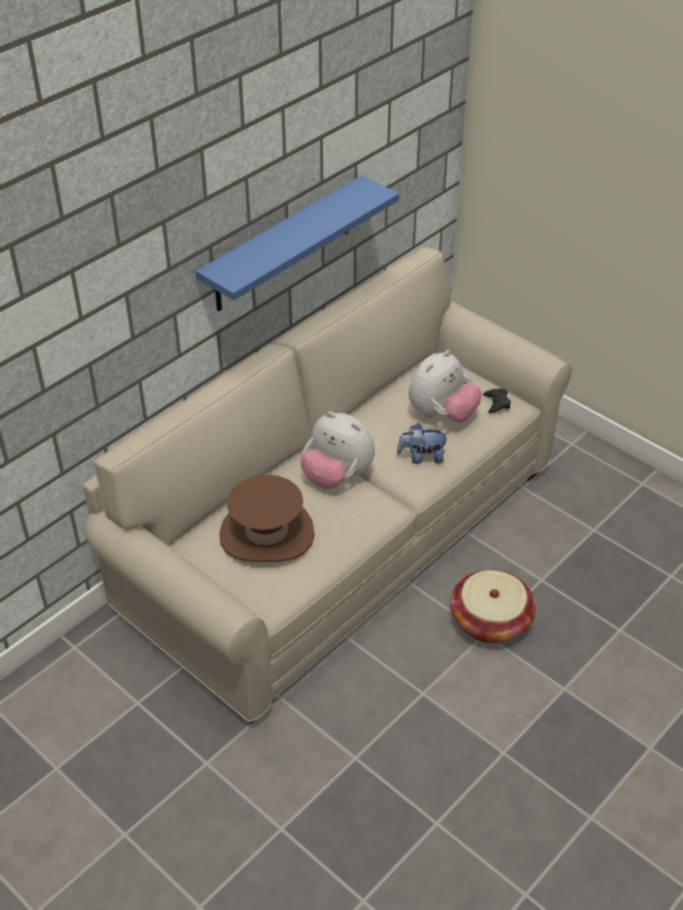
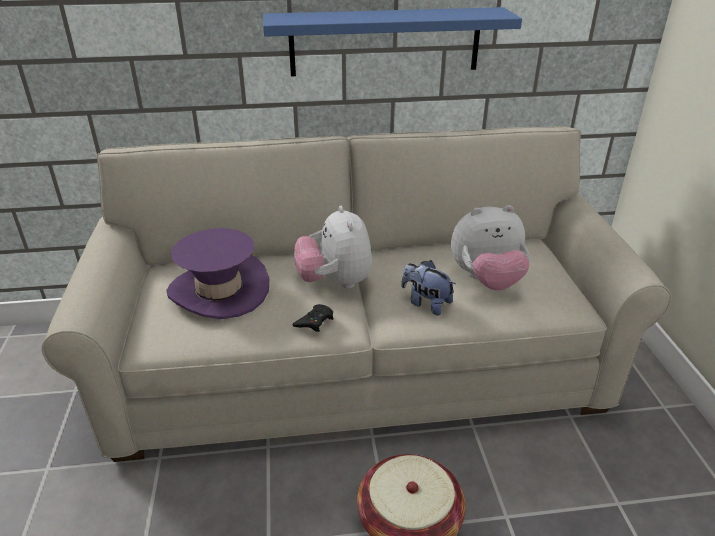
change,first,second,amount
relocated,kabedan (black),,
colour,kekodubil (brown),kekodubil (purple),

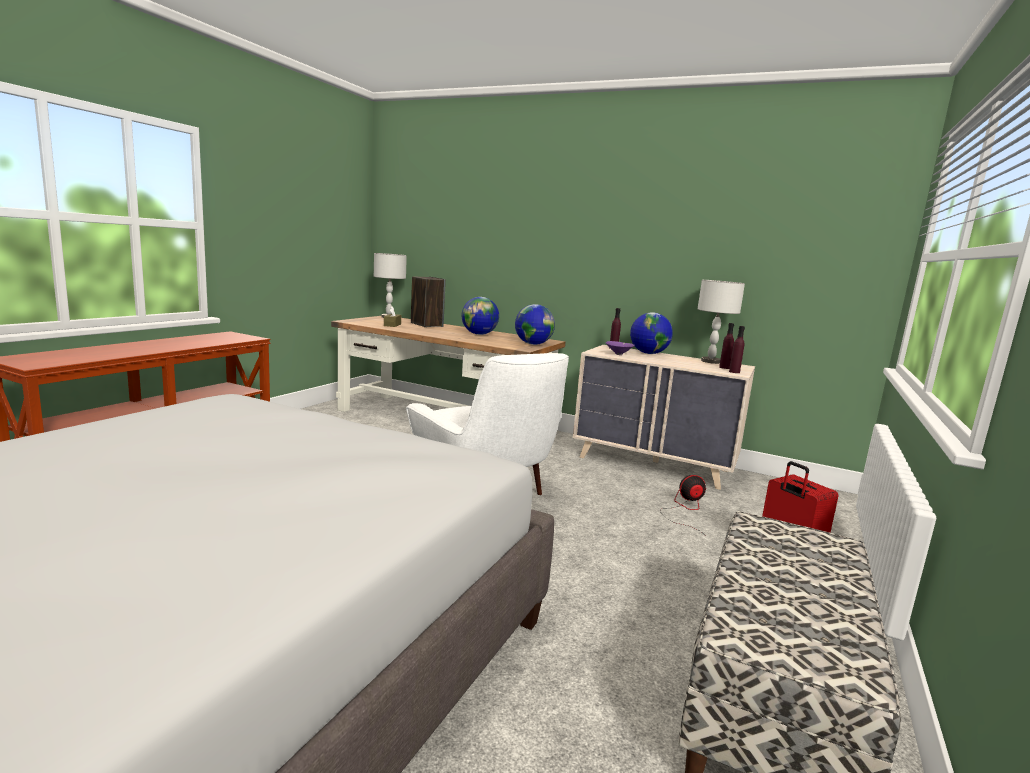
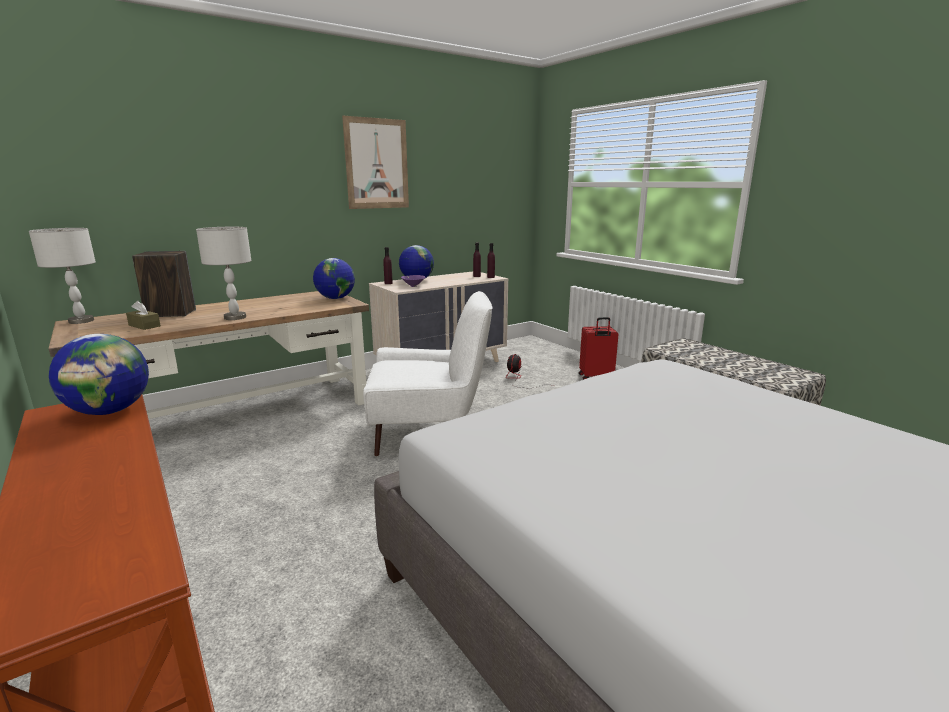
change,first,second,amount
appeared,,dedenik,
relocated,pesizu (no. 1 from left),,
relocated,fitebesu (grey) (no. 2 from left),,

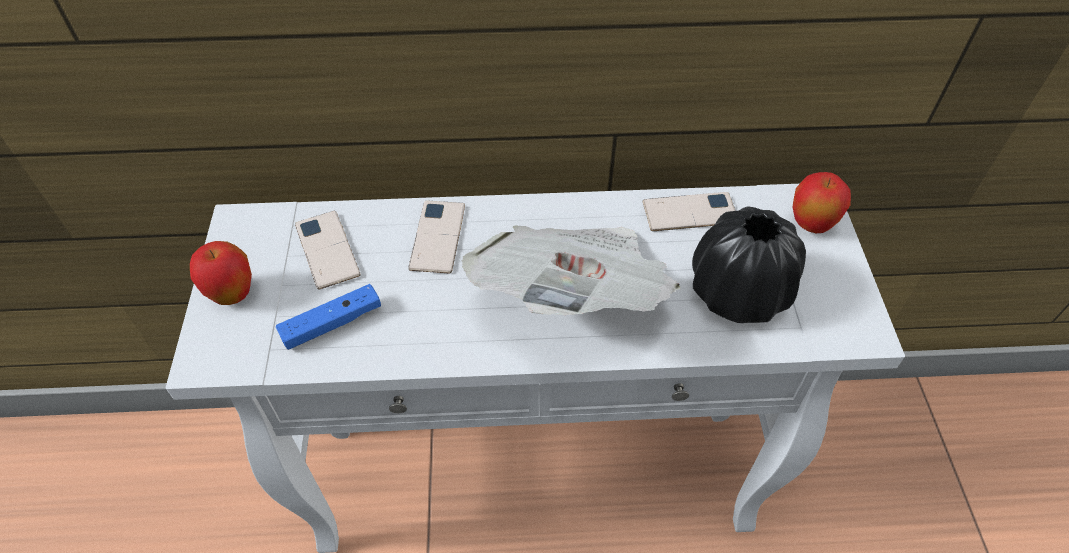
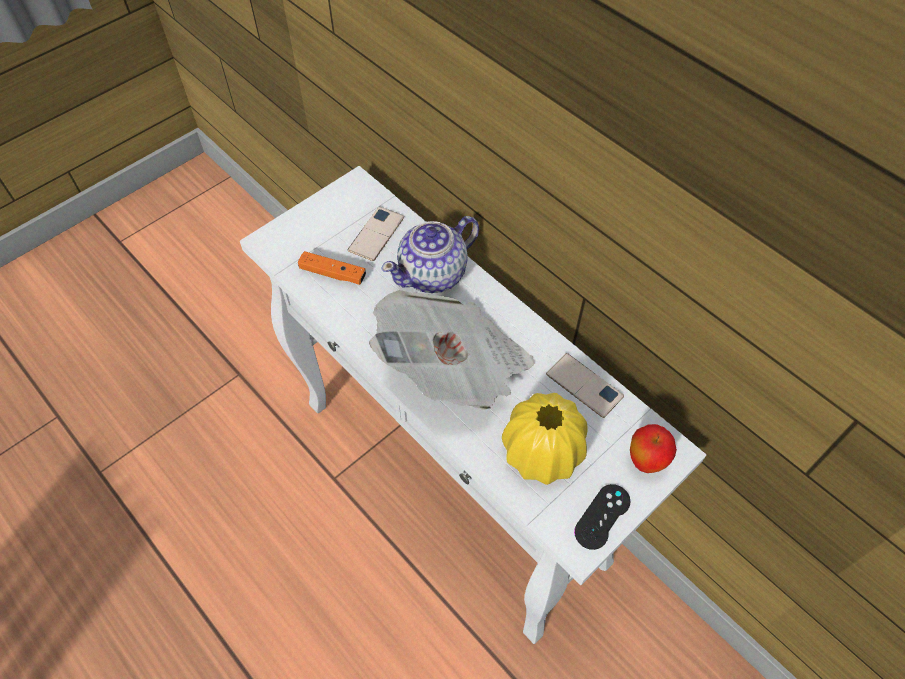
change,first,second,amount
missing,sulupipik (no. 1 from left),,
appeared,,kabedan (black),
exchanged,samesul (no. 2 from left),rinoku,
colour,kabedan (blue),kabedan (orange),
colour,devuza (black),devuza (yellow),

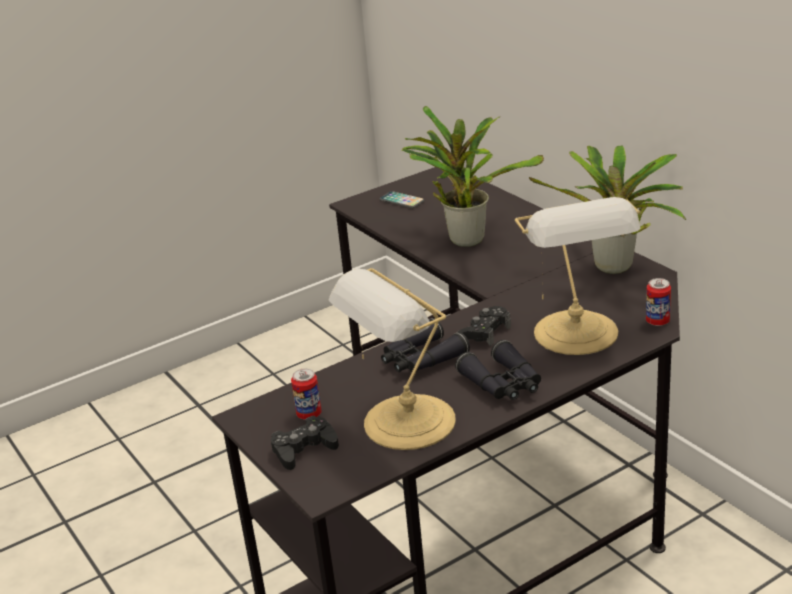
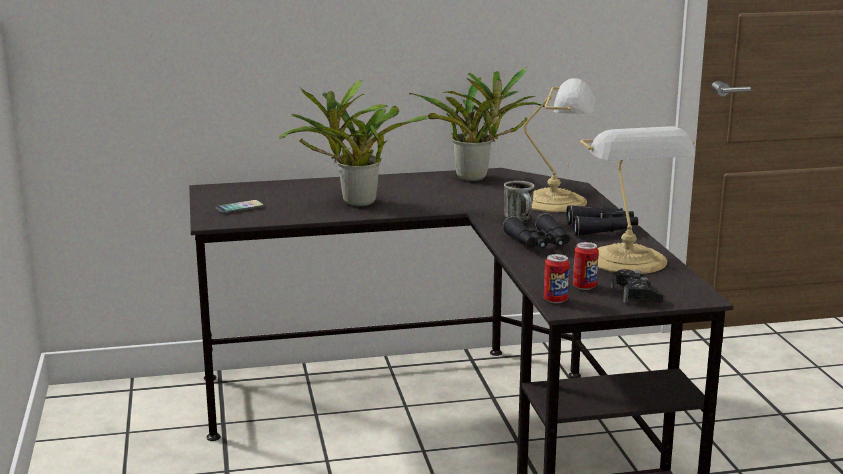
change,first,second,amount
relocated,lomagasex (no. 2 from left in the first image),lomagasex (no. 1 from left),
exchanged,kabedan (black) (no. 2 from left),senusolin,

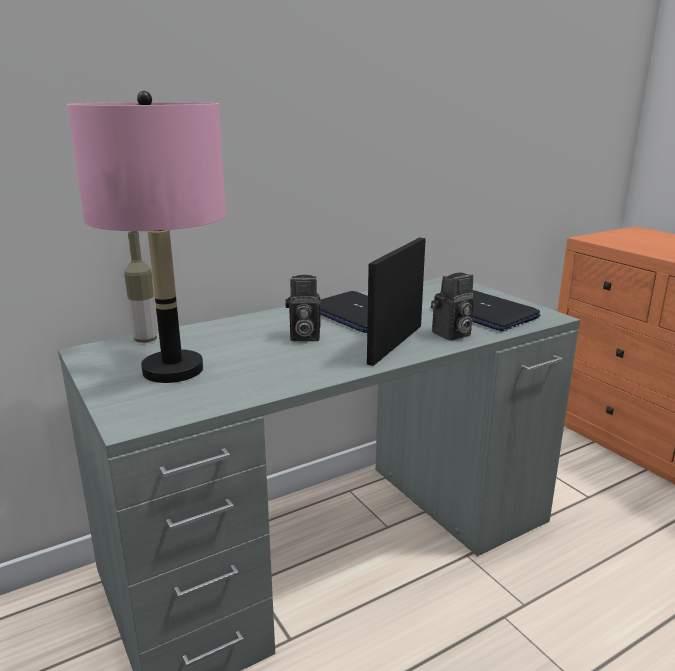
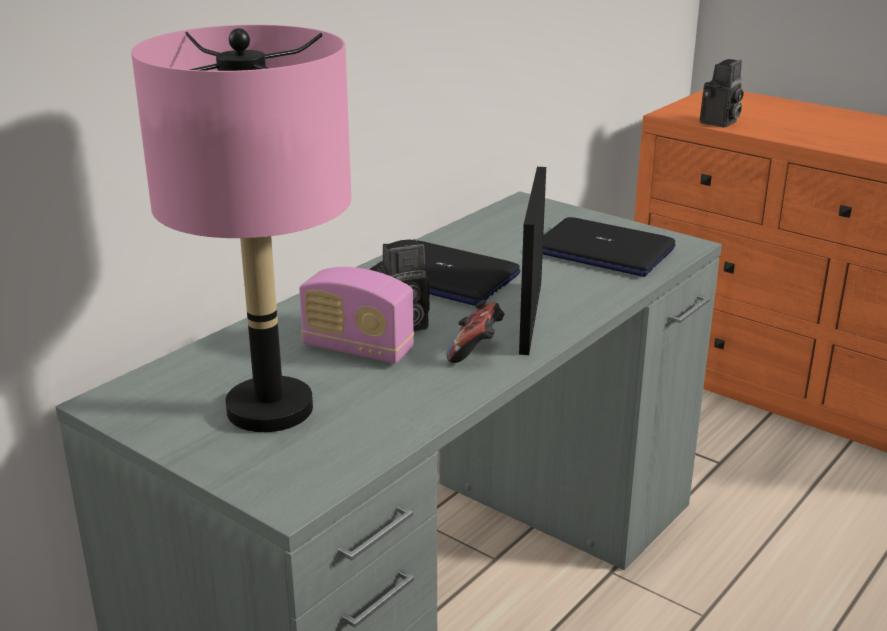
change,first,second,amount
missing,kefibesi,,
appeared,,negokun,
appeared,,kabedan,
relocated,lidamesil (no. 2 from left),,

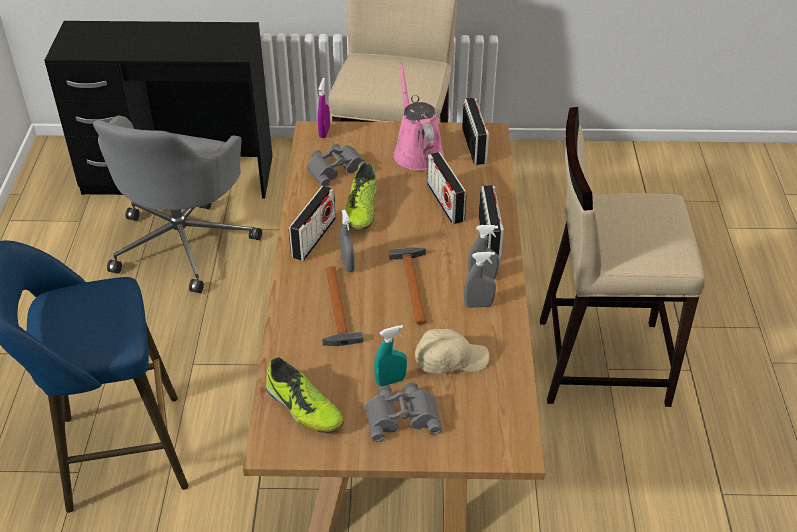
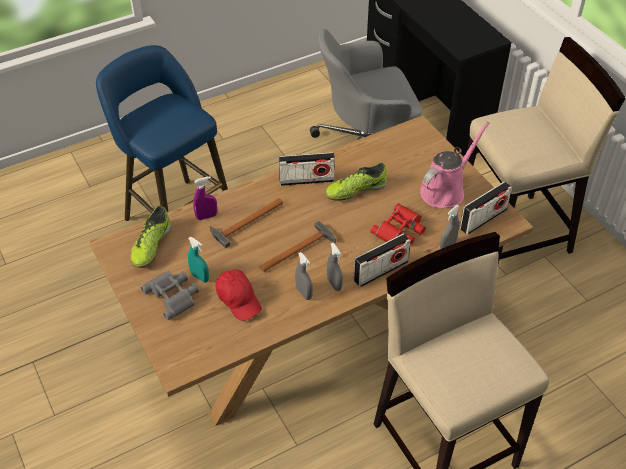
change,first,second,amount
missing,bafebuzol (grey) (no. 1 from left),,
relocated,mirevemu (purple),,
relocated,mirevemu (grey) (no. 1 from left in the first image),mirevemu (grey) (no. 3 from left),
exchanged,negokun (no. 2 from left),bafebuzol (red),
colour,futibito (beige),futibito (red),

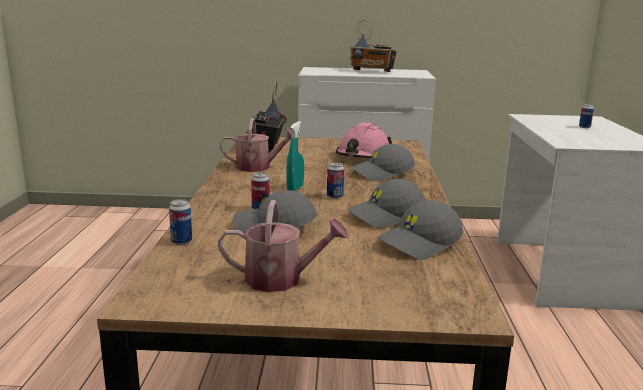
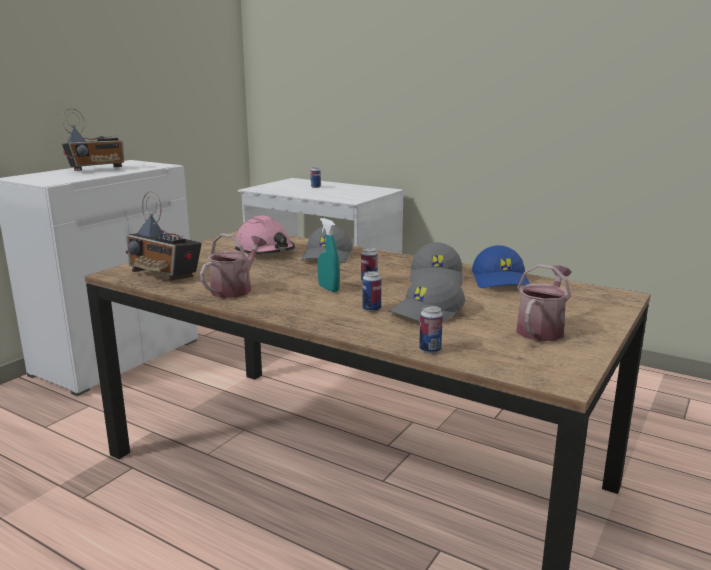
change,first,second,amount
colour,futibito (grey) (no. 4 from left),futibito (blue),

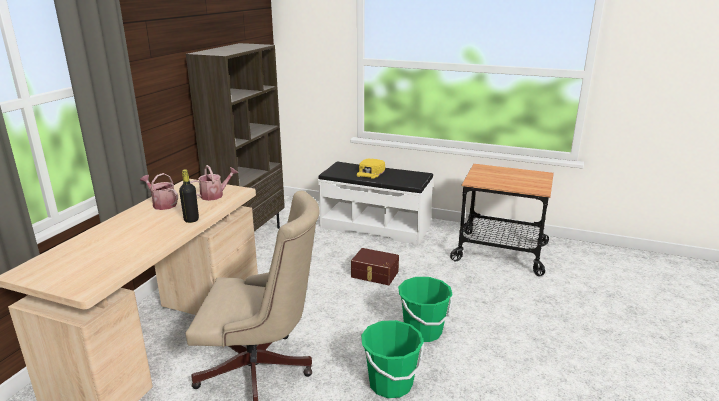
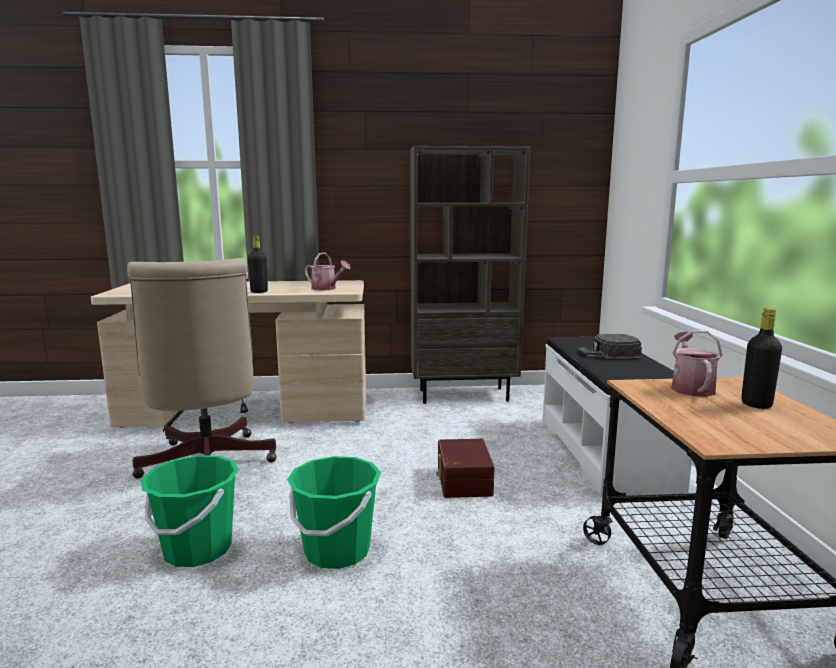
change,first,second,amount
appeared,,kefibesi (black) (no. 2 from left),
relocated,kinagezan (no. 1 from left in the first image),kinagezan (no. 2 from left),
colour,futibito (yellow),futibito (black),

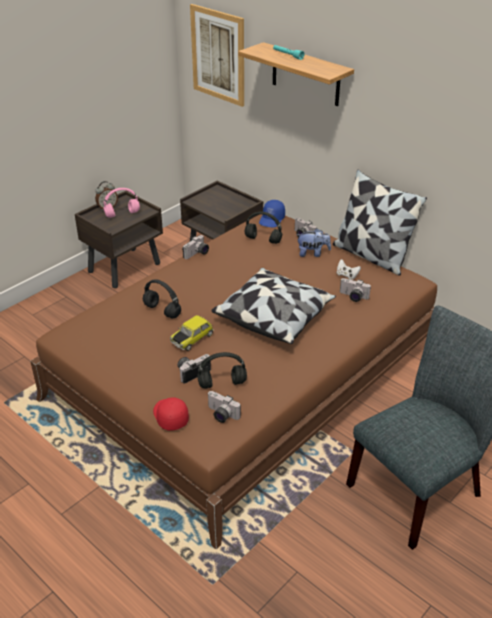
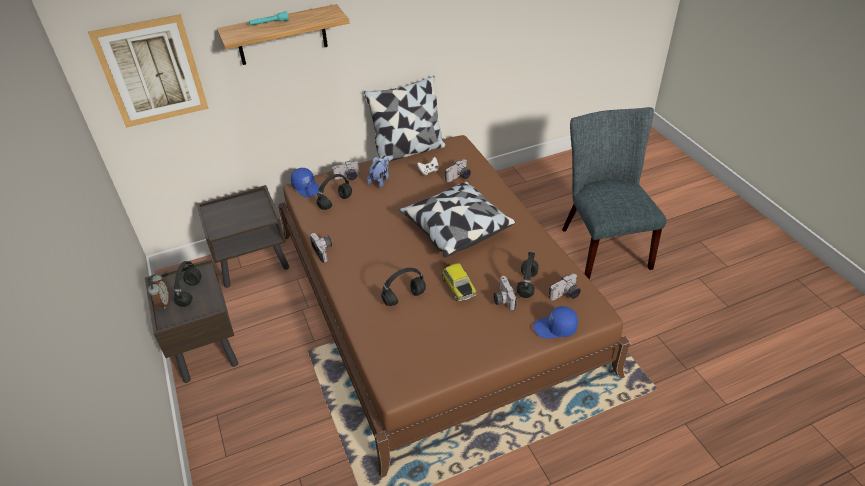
change,first,second,amount
colour,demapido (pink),demapido (black) (no. 1 from left),
colour,futibito (red),futibito (blue) (no. 2 from left),

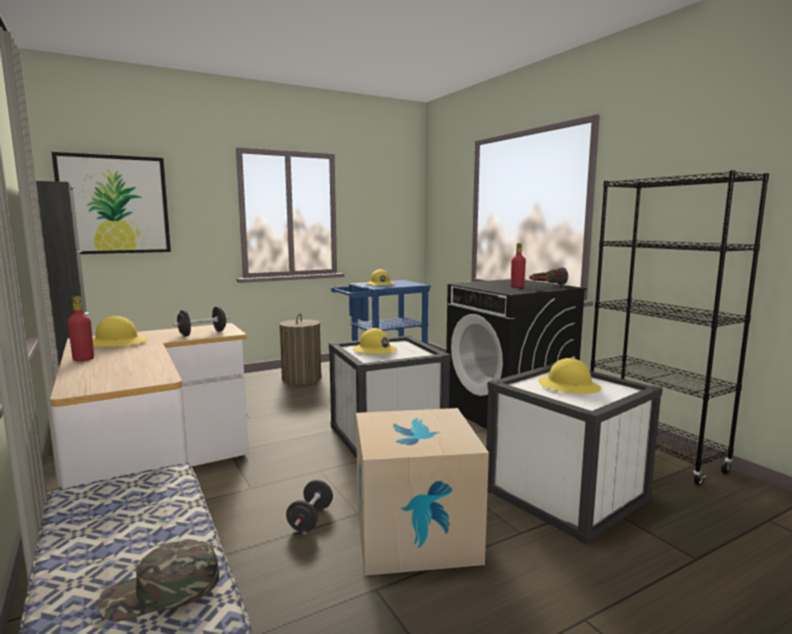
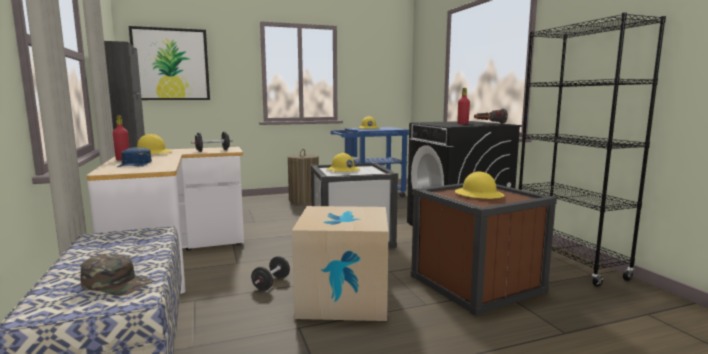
change,first,second,amount
appeared,,futibito (blue),
colour,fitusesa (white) (no. 2 from left),fitusesa (brown),
spun,futibito (green),,150 degrees counterclockwise

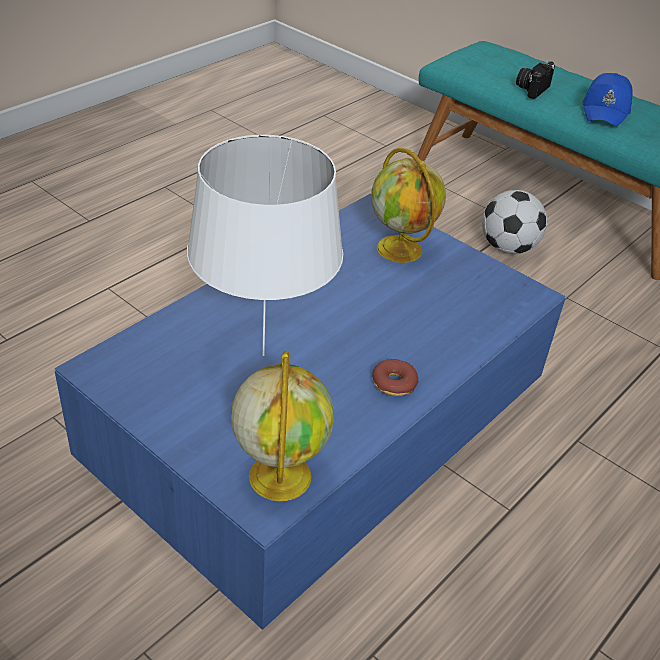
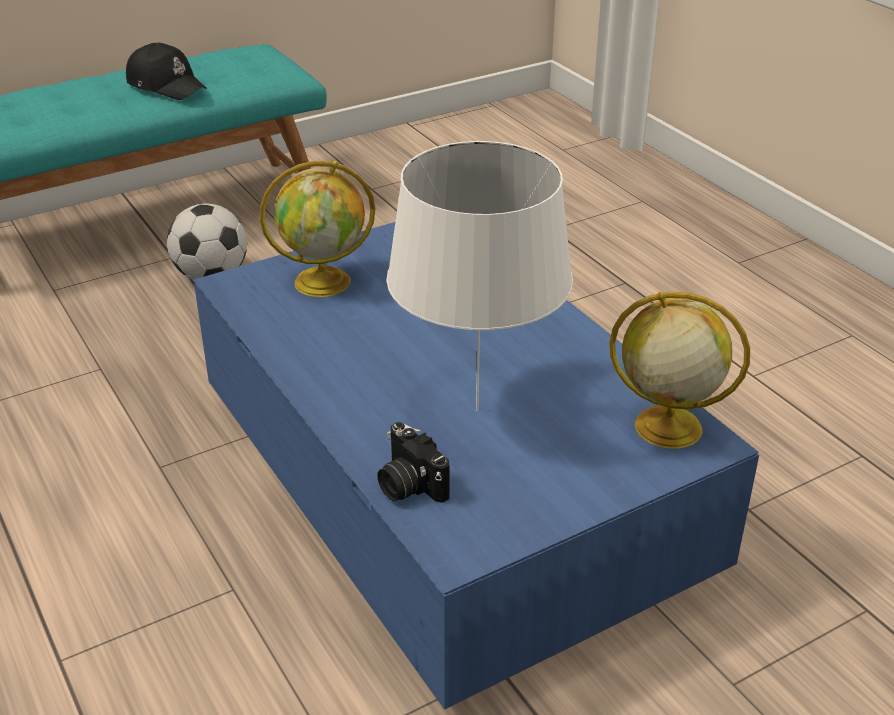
change,first,second,amount
missing,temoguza,,
relocated,lidamesil,,
colour,futibito (blue),futibito (black),

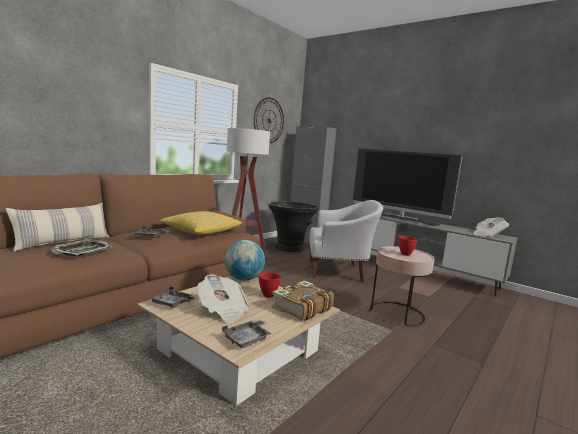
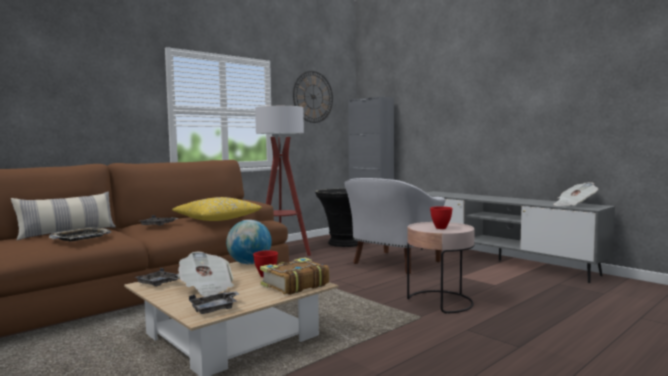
change,first,second,amount
missing,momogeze,,
spun,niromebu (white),,120 degrees clockwise

